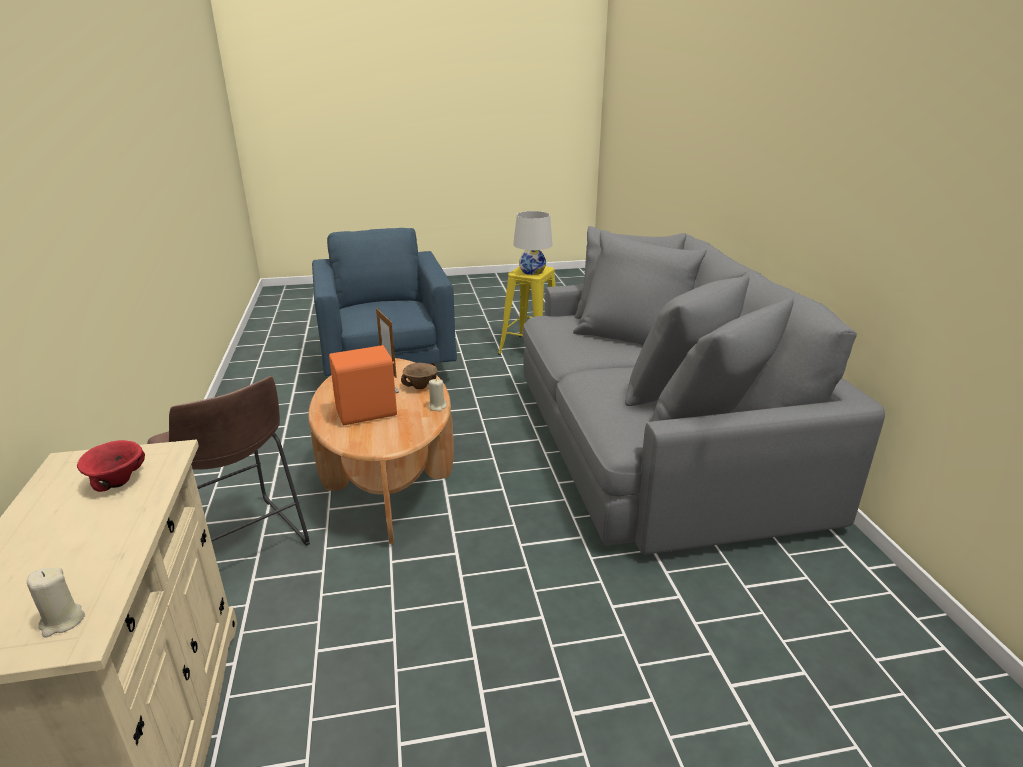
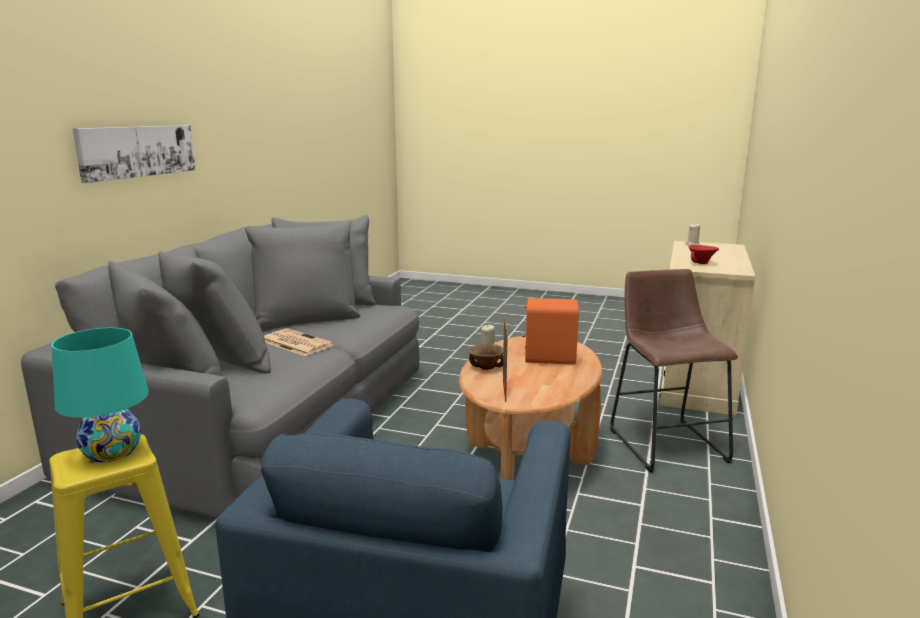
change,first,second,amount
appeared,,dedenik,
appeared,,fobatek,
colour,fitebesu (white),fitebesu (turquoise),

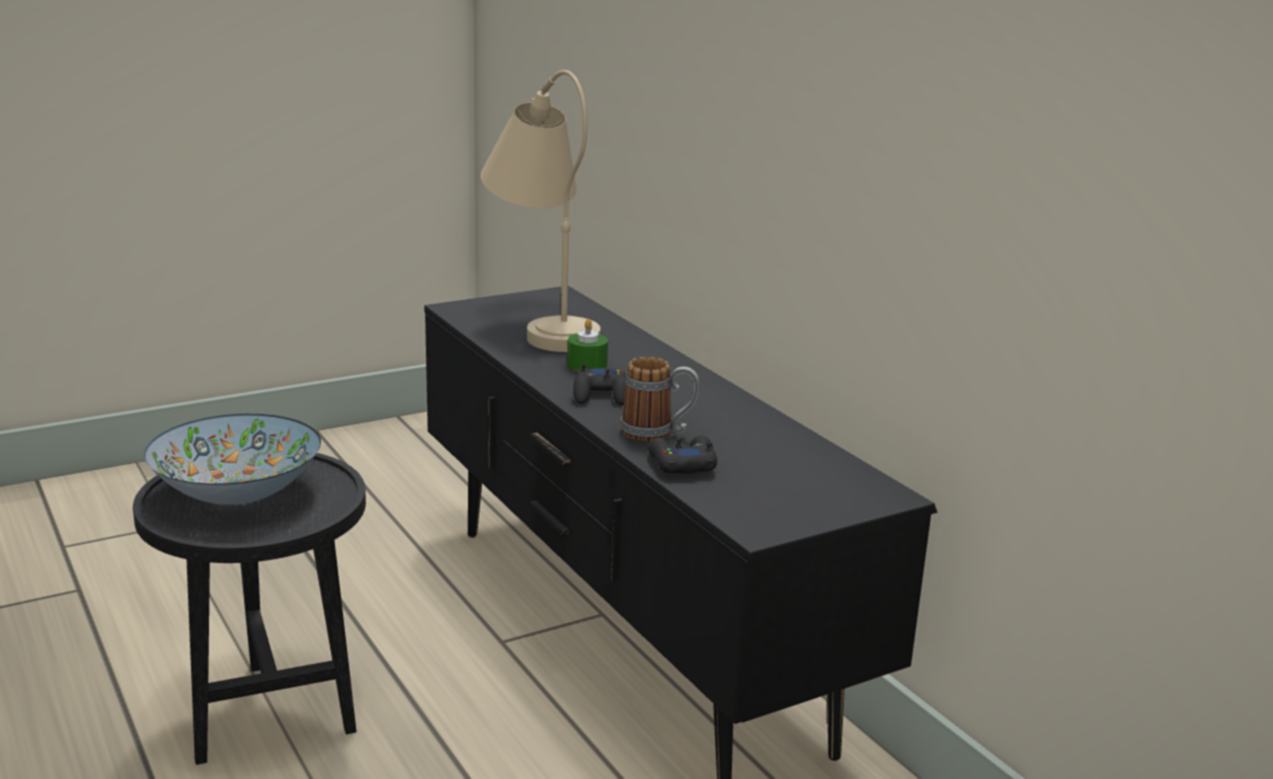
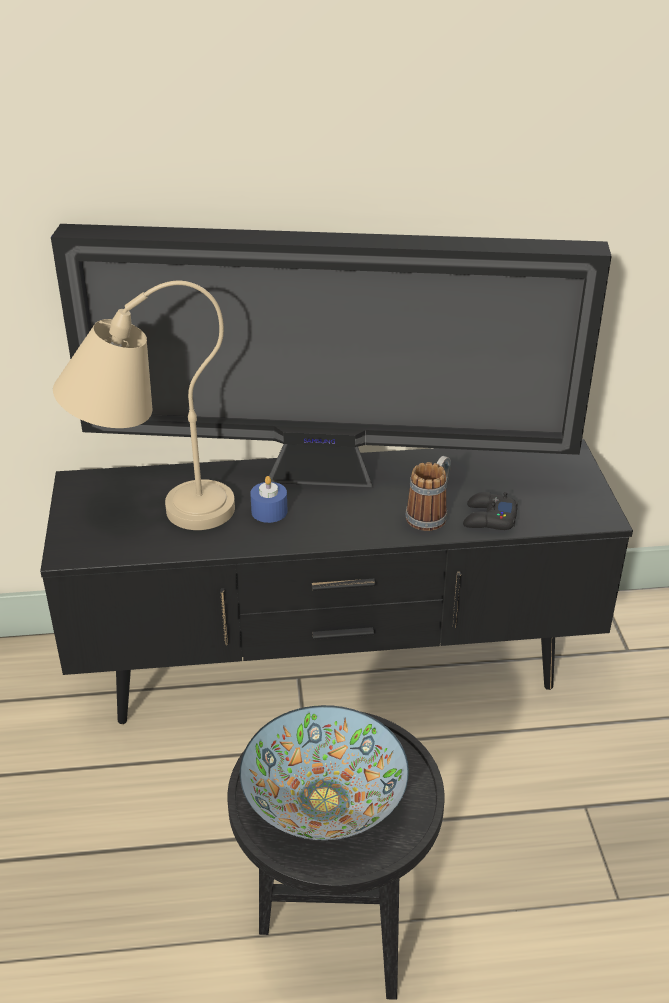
change,first,second,amount
missing,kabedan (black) (no. 1 from left),,
appeared,,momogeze,
colour,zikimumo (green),zikimumo (blue),

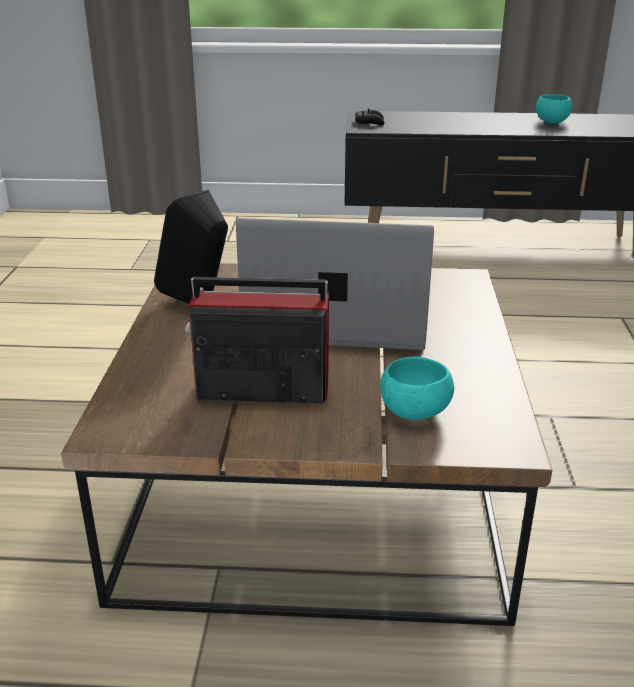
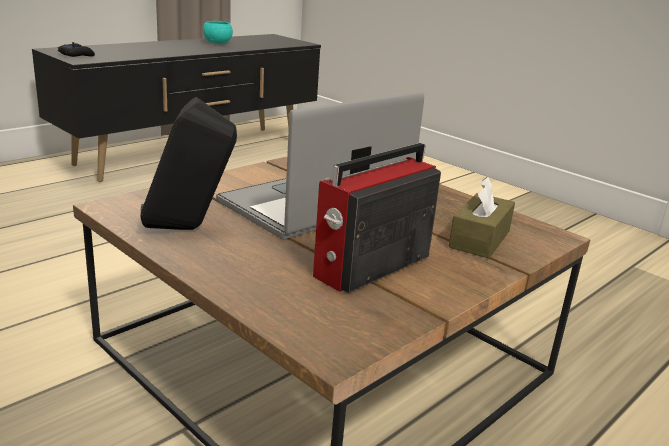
change,first,second,amount
exchanged,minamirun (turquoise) (no. 1 from left),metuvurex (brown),

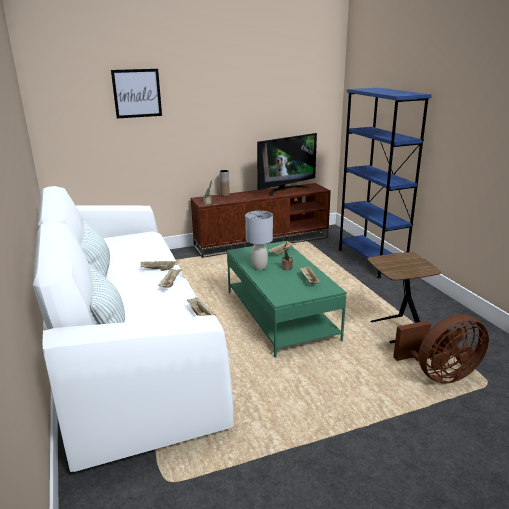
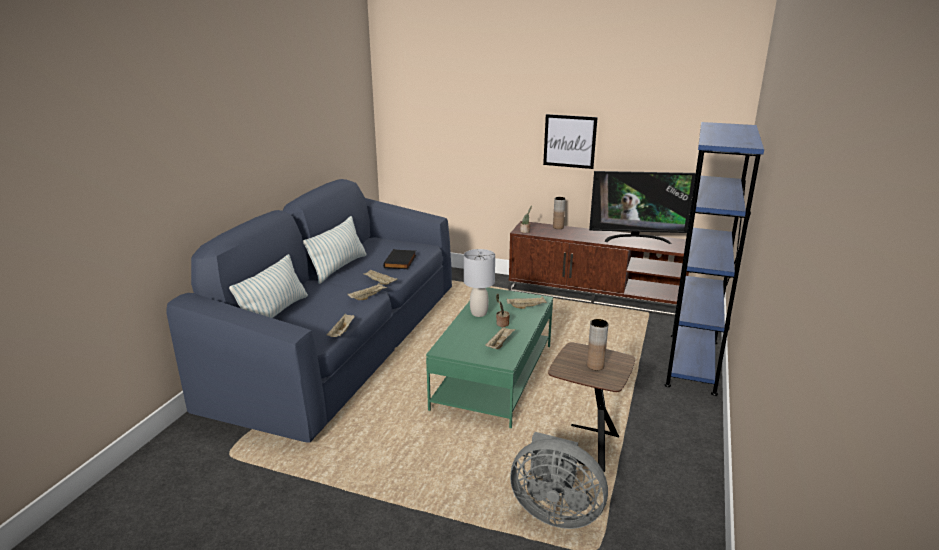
change,first,second,amount
appeared,,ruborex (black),
appeared,,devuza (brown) (no. 2 from left),
relocated,dedenik,,
colour,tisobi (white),tisobi (blue),
colour,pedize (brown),pedize (grey),

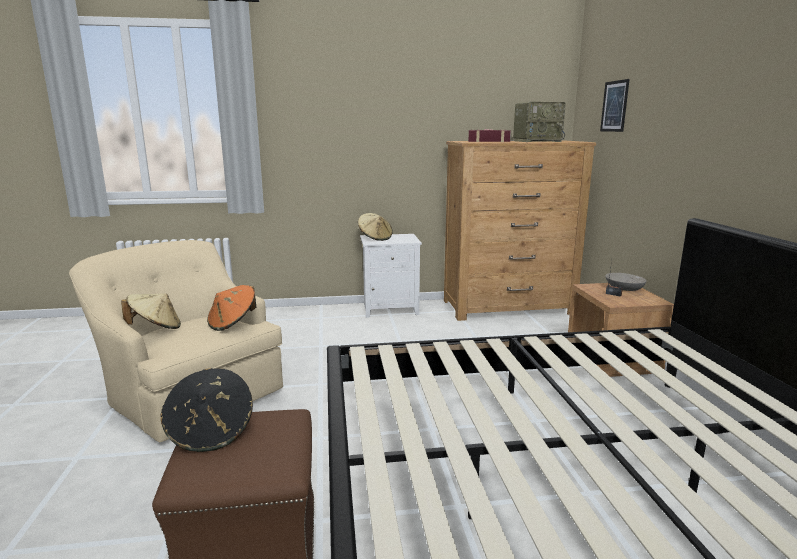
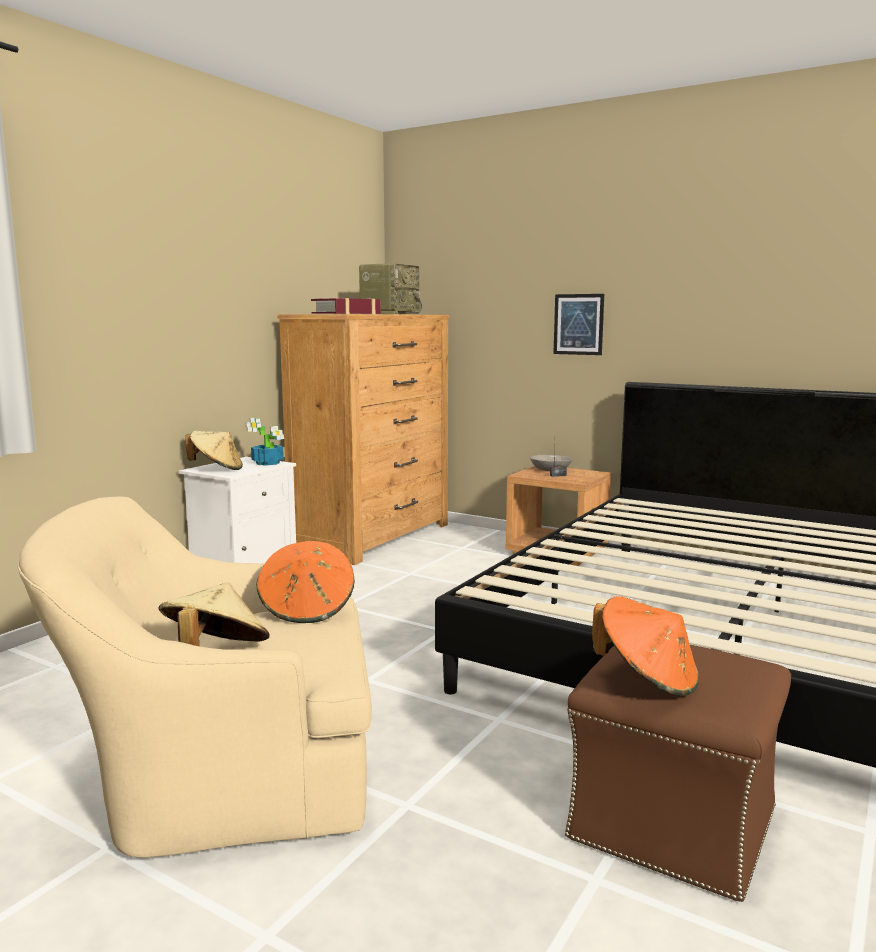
change,first,second,amount
appeared,,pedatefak,
relocated,dedenik,,
colour,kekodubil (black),kekodubil (orange) (no. 2 from left),

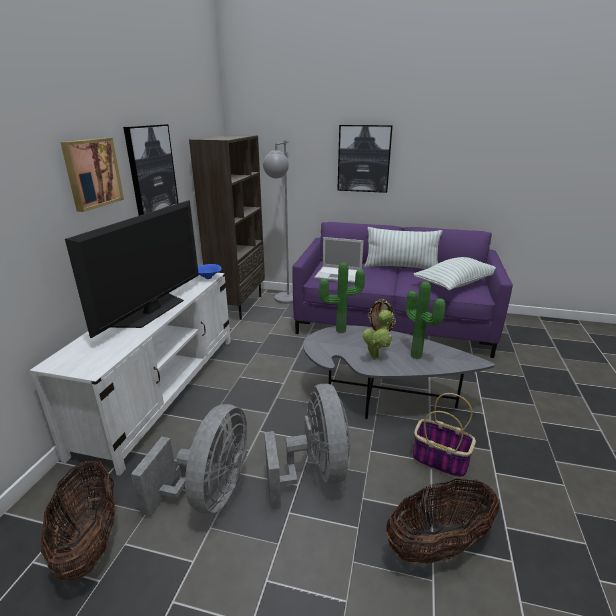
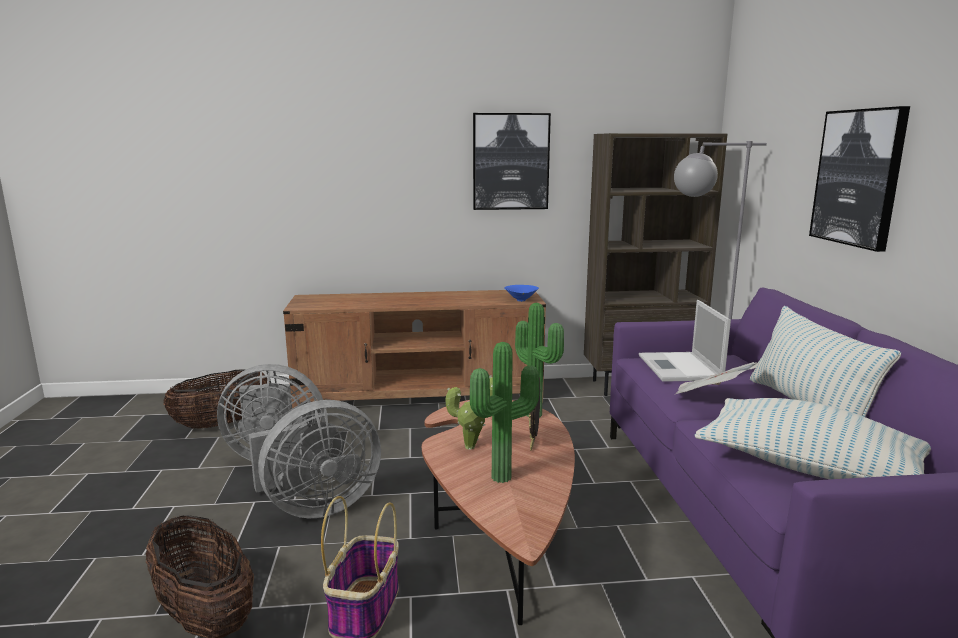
change,first,second,amount
missing,dedenik (no. 1 from left),,
missing,momogeze,,
appeared,,fobatek,
colour,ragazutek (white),ragazutek (brown),
colour,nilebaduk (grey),nilebaduk (brown),

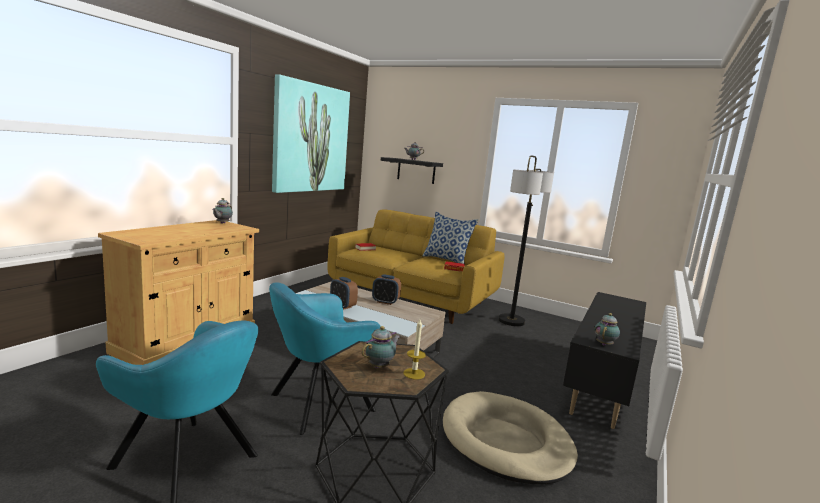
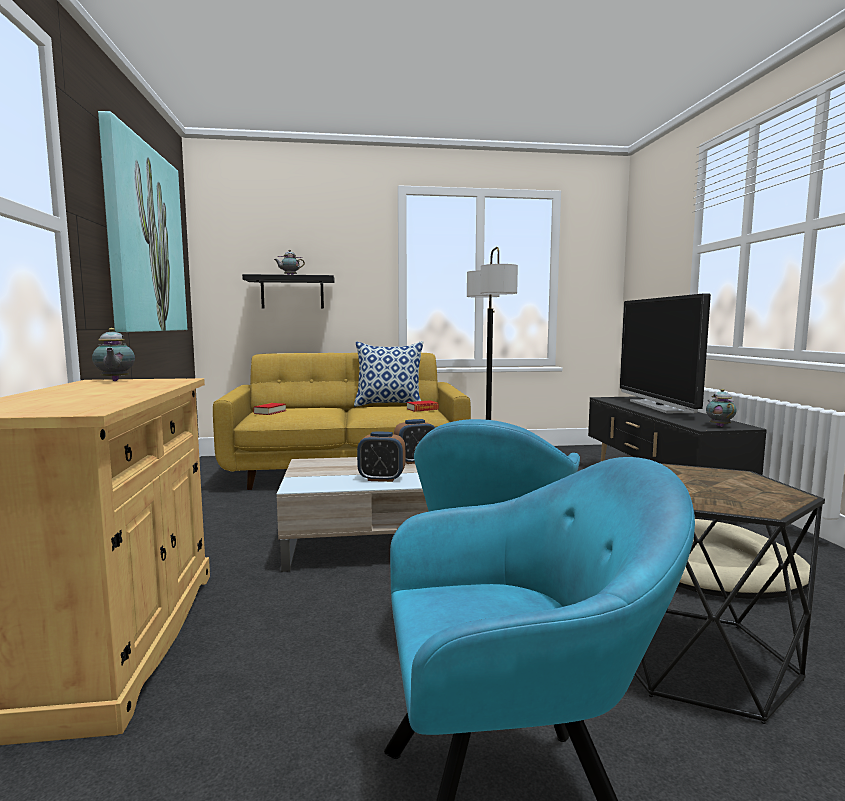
change,first,second,amount
missing,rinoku (no. 2 from left),,
missing,zikimumo,,
appeared,,momogeze,

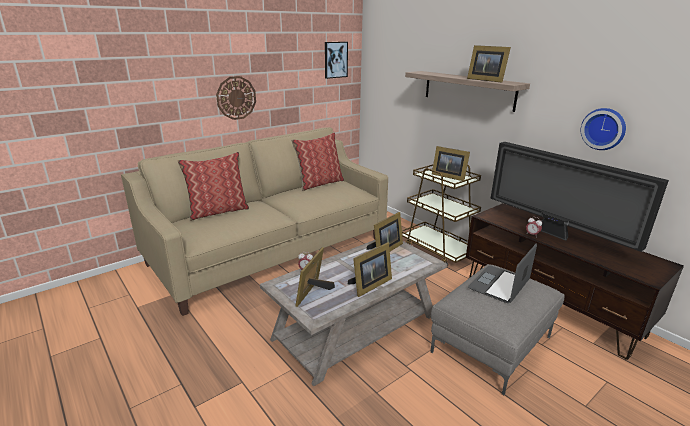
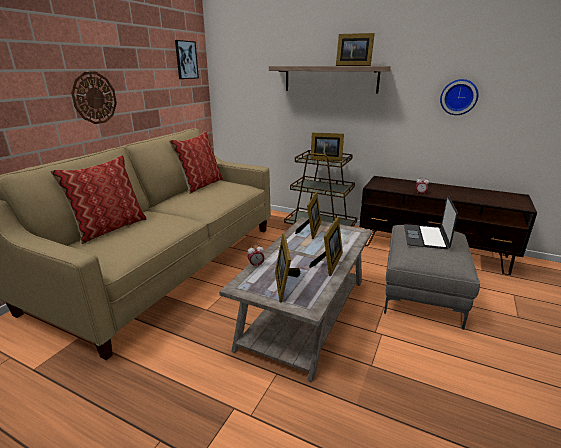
change,first,second,amount
missing,momogeze,,

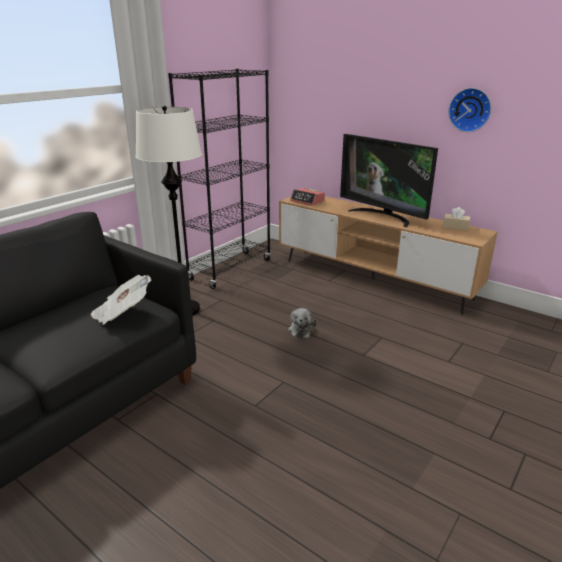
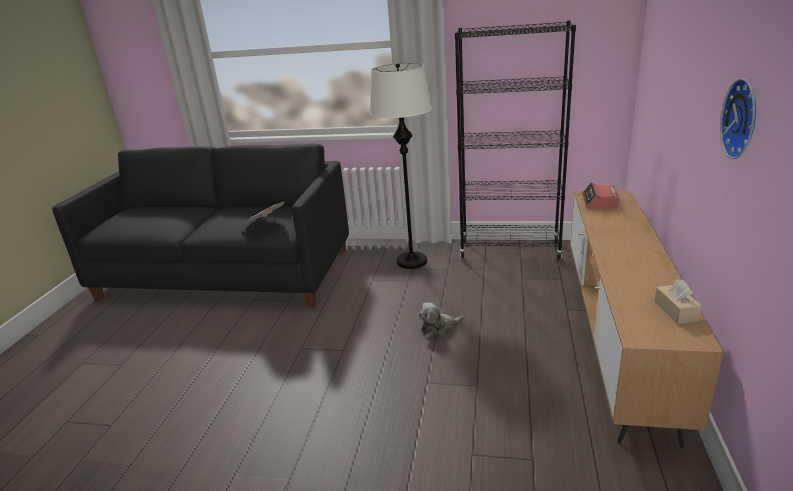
change,first,second,amount
missing,momogeze,,

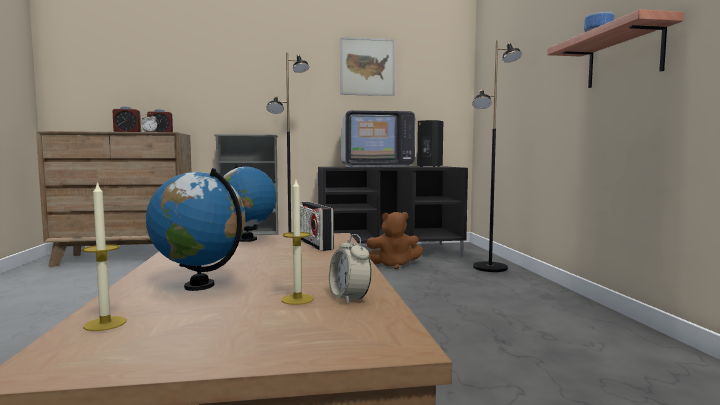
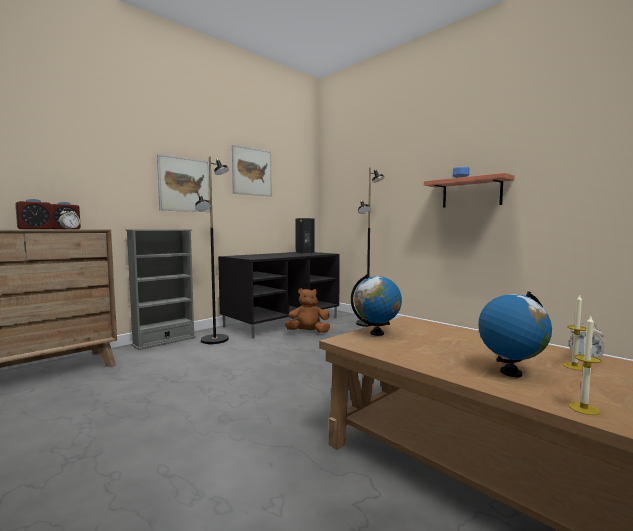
change,first,second,amount
missing,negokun,,
missing,momogeze,,
appeared,,dedenik (no. 1 from left),
spun,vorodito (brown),,150 degrees counterclockwise

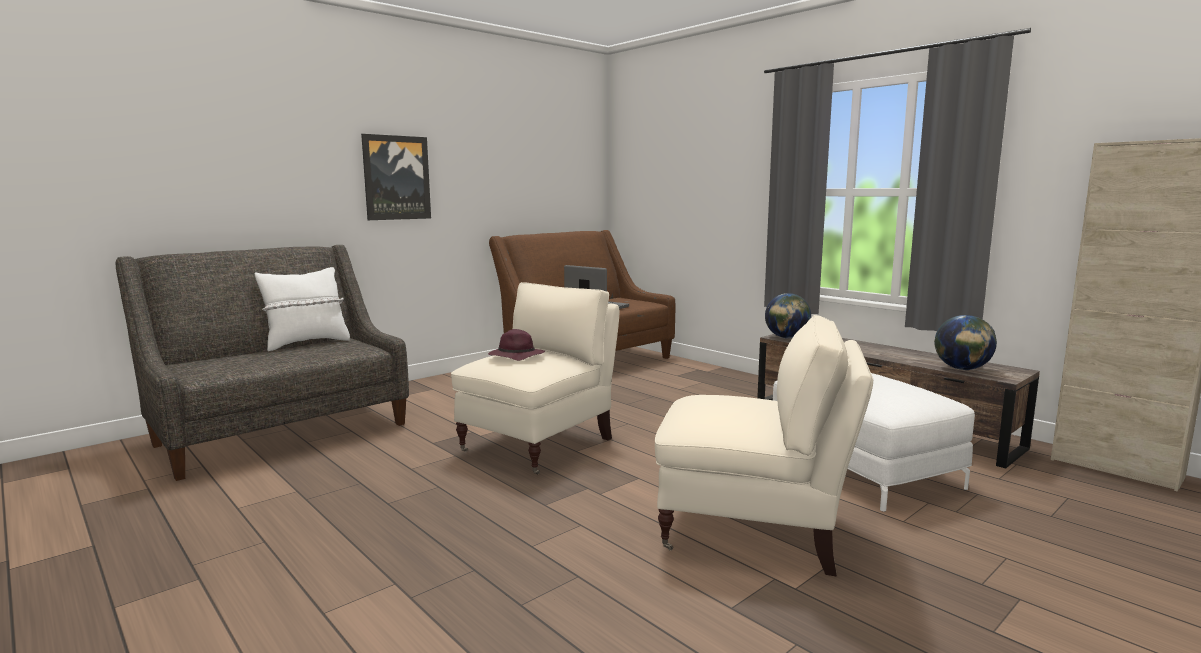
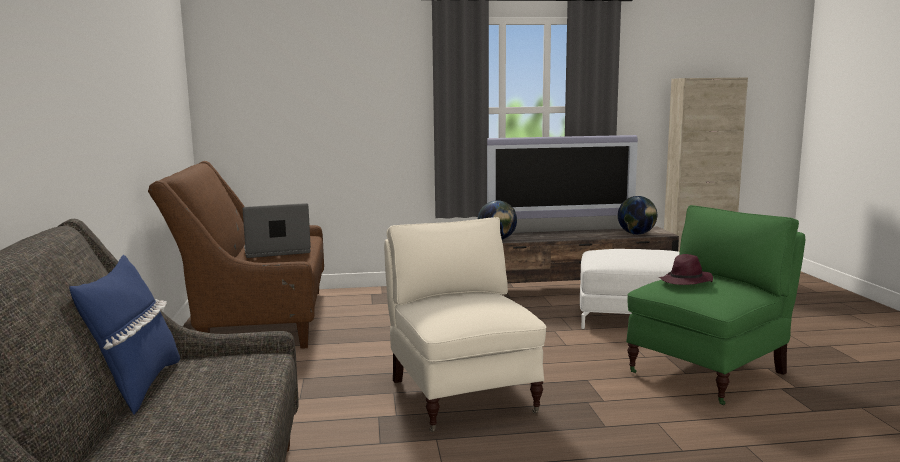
change,first,second,amount
missing,dedenik,,
appeared,,momogeze,
relocated,kekodubil (purple),,
colour,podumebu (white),podumebu (blue),
colour,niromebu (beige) (no. 2 from left),niromebu (green),

